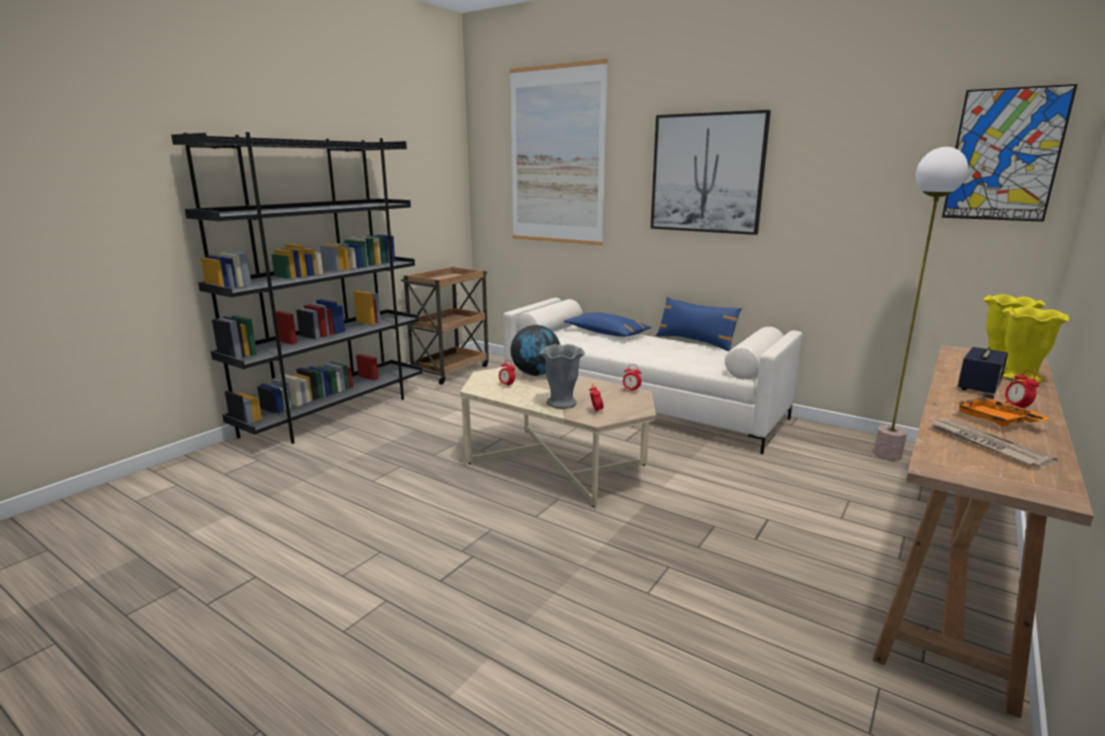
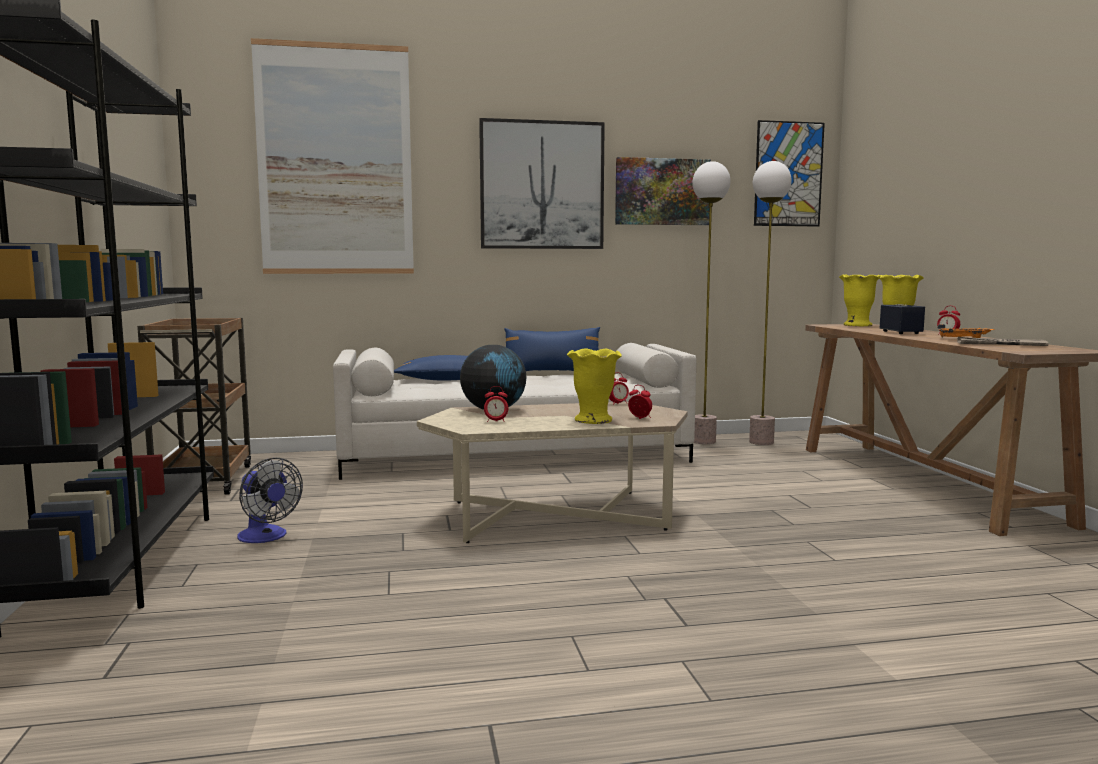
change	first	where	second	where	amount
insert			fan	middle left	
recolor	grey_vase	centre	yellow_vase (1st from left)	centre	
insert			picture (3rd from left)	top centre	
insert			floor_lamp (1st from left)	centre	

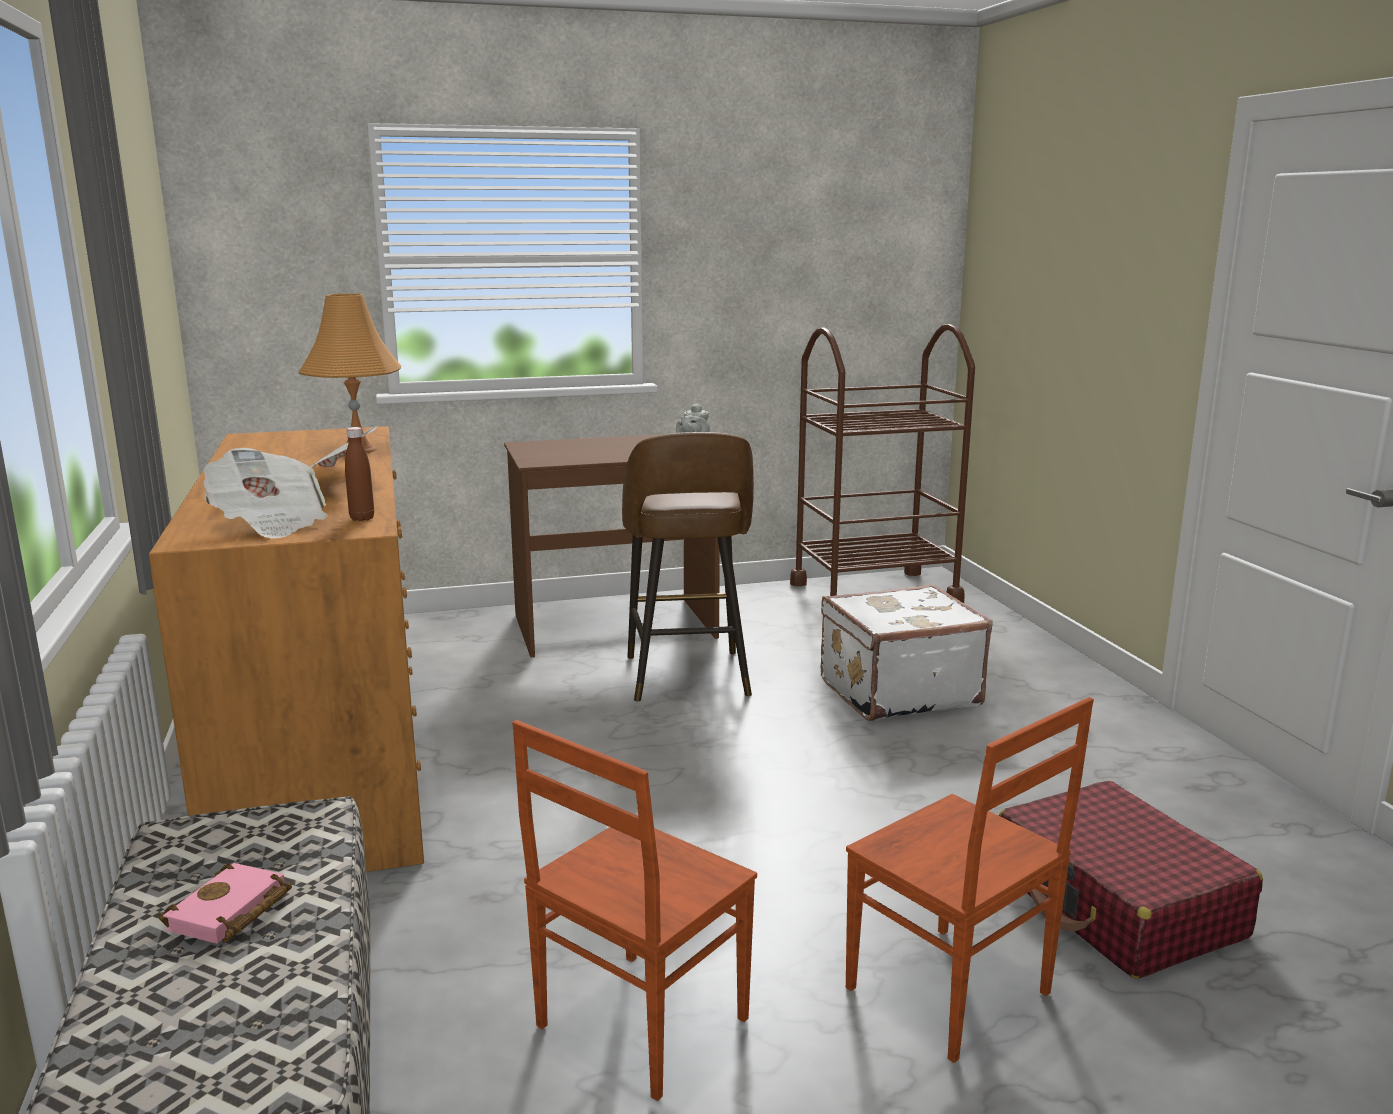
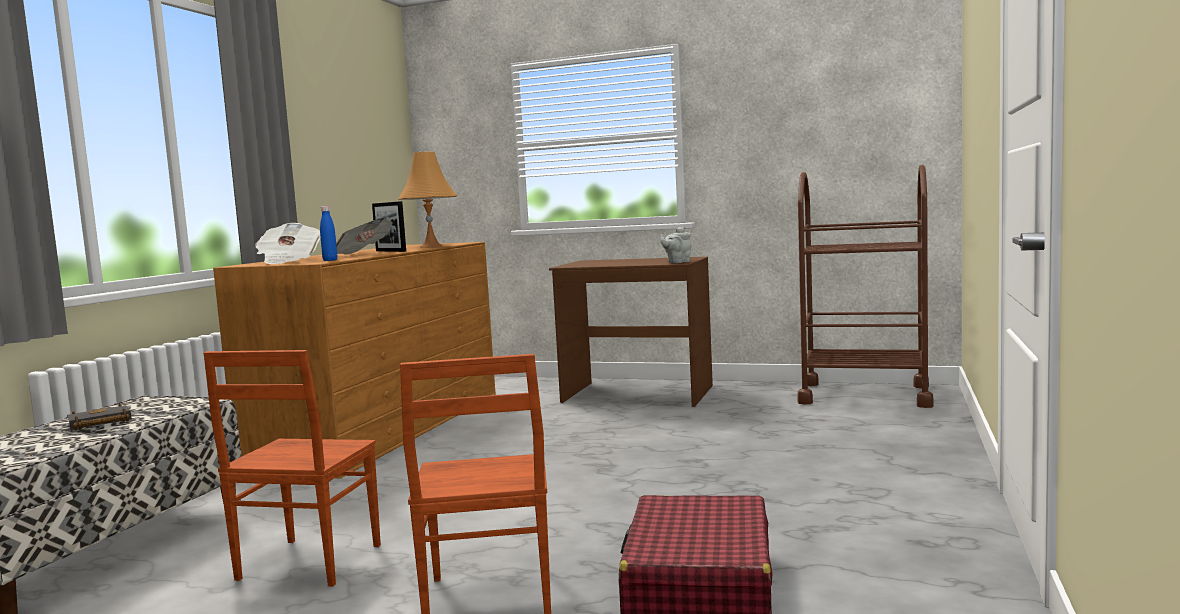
change	first	where	second	where	amount
recolor	pink_book	bottom left	black_book	bottom left	
rotate	brown_chair (1st from left)	bottom centre		bottom left	60 degrees counterclockwise
recolor	brown_bottle	middle left	blue_bottle	middle left	
insert			picture_frame	middle left	
delete	brown_stool	centre			
delete	white_suitcase	centre			

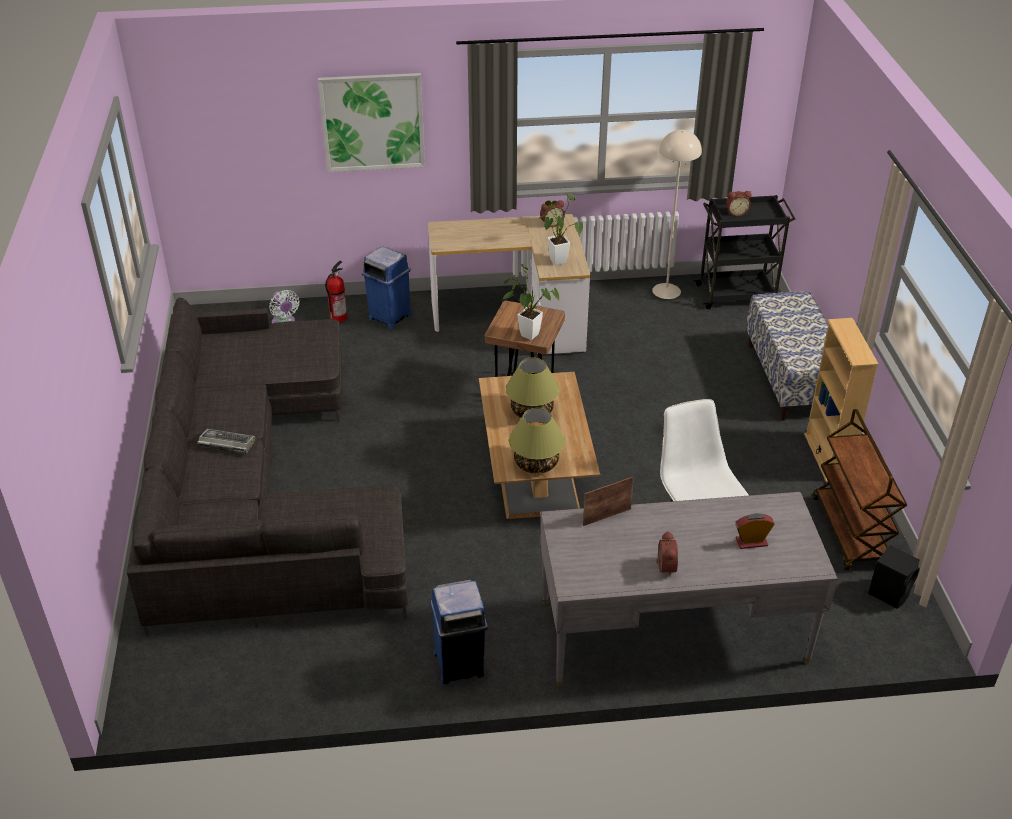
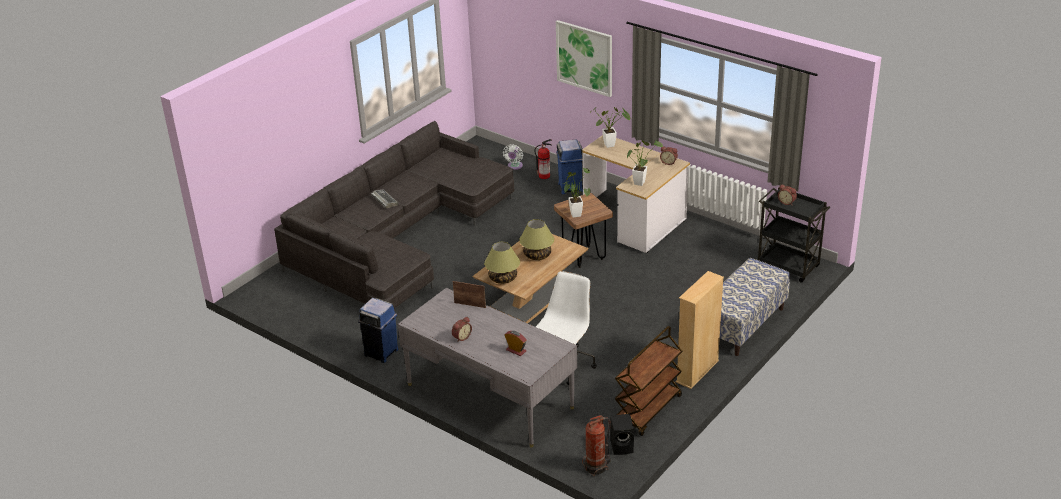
change	first	where	second	where	amount
insert			fire_extinguisher (2nd from left)	bottom centre	
insert			potted_plant (2nd from left)	top centre	
delete	beige_floor_lamp	top right			

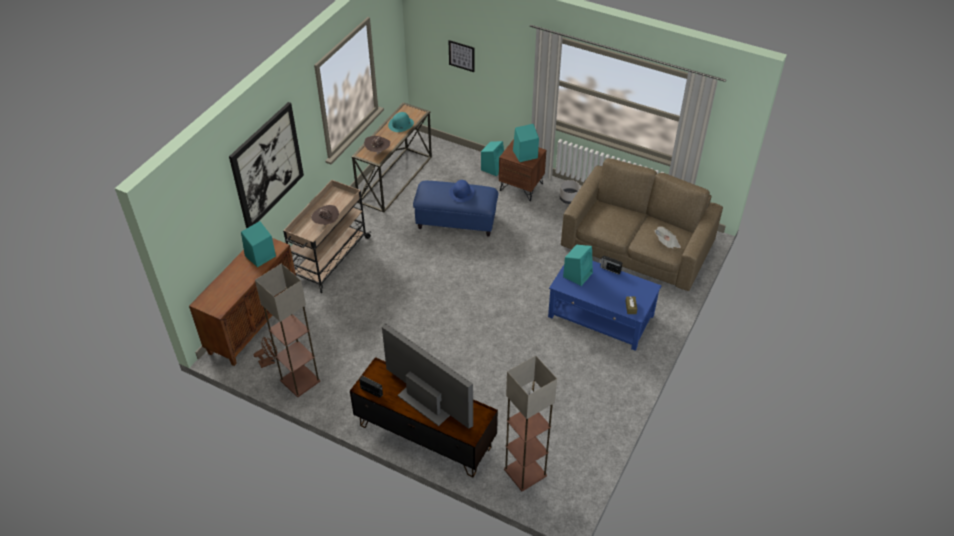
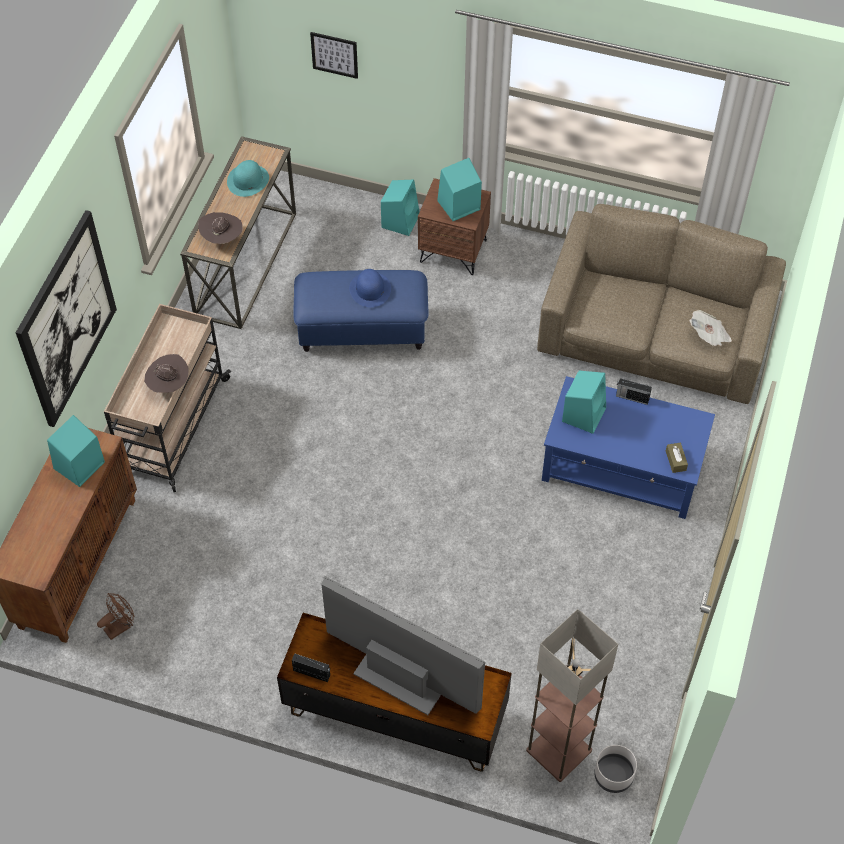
change	first	where	second	where	amount
move	grey_planter	centre		bottom right	
delete	floor_lamp (1st from left)	middle left			

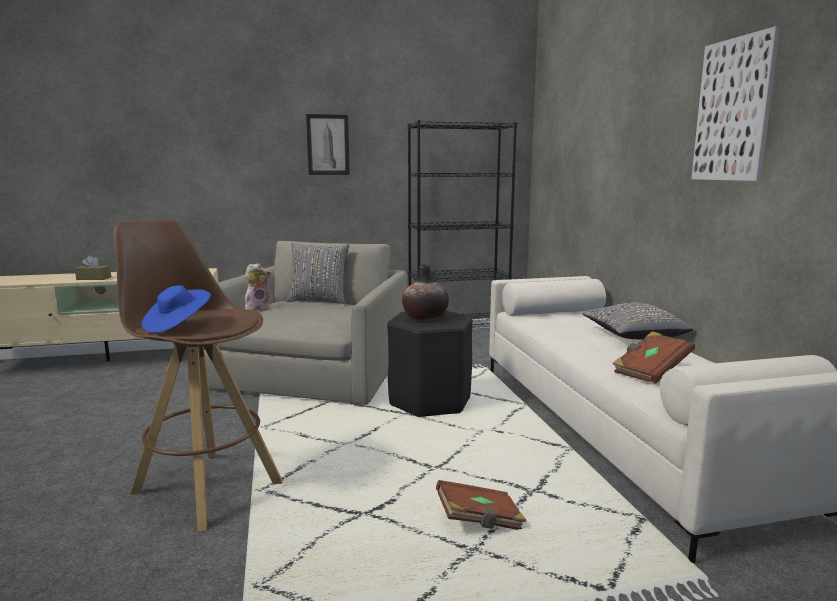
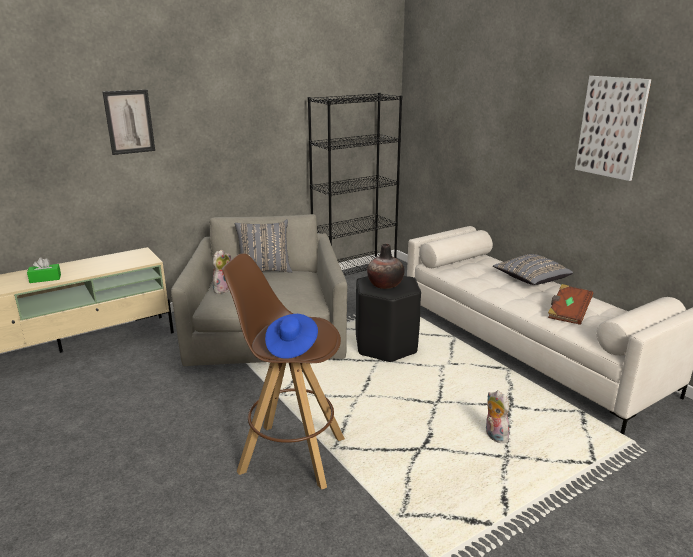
change	first	where	second	where	amount
recolor	brown_tissue_box	middle left	green_tissue_box	middle left	
move	picture (1st from left)	top centre		top left	
replace	brown_book (1st from left)	bottom centre	plush_toy (2nd from left)	bottom right	

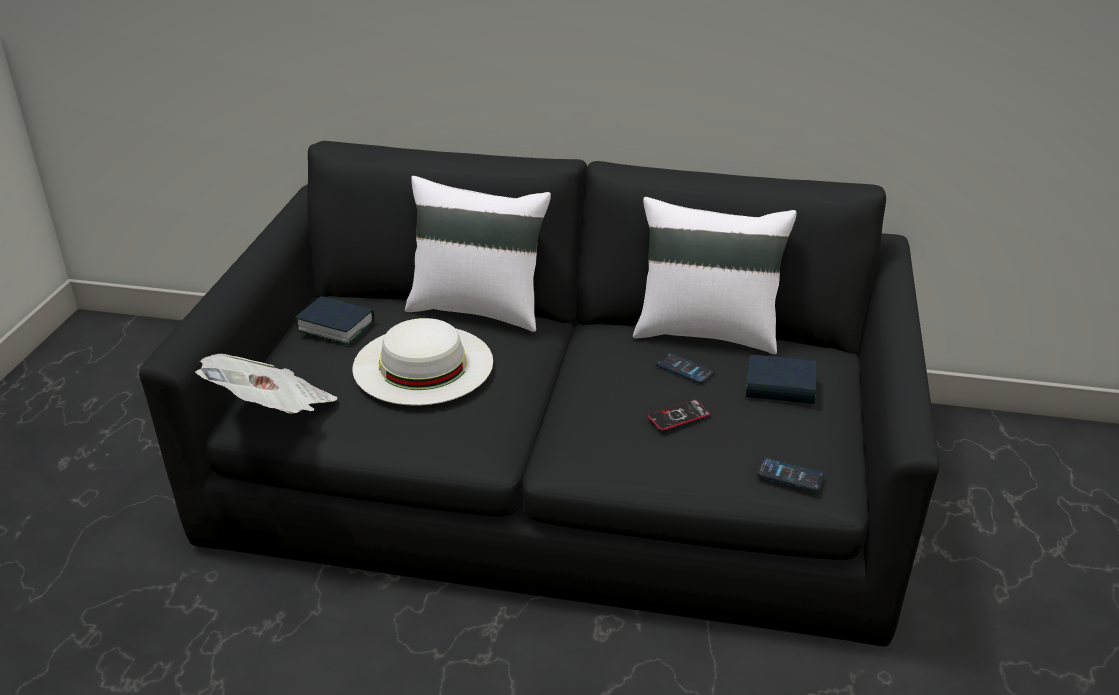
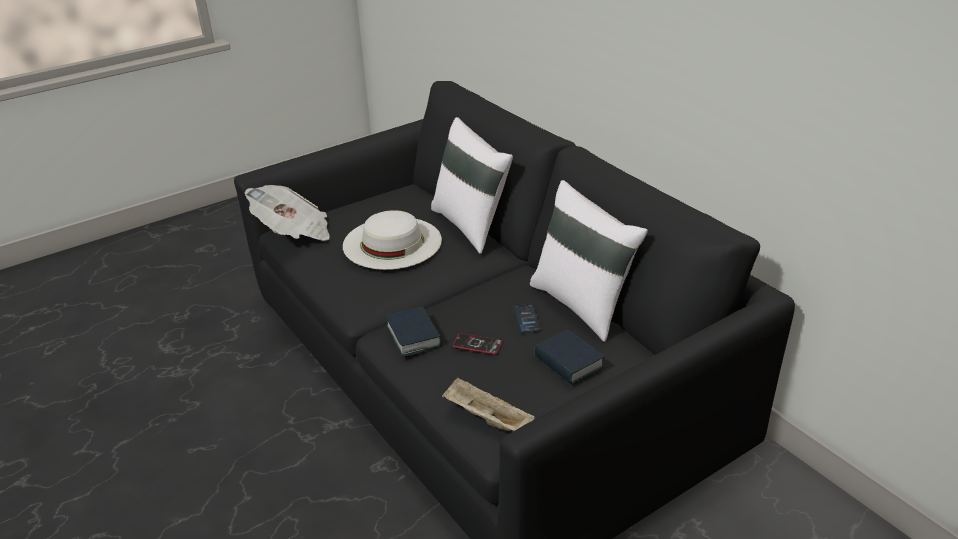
change	first	where	second	where	amount
move	book (1st from left)	middle left		centre	
replace	phone (3rd from left)	bottom right	beige_tray	bottom centre	

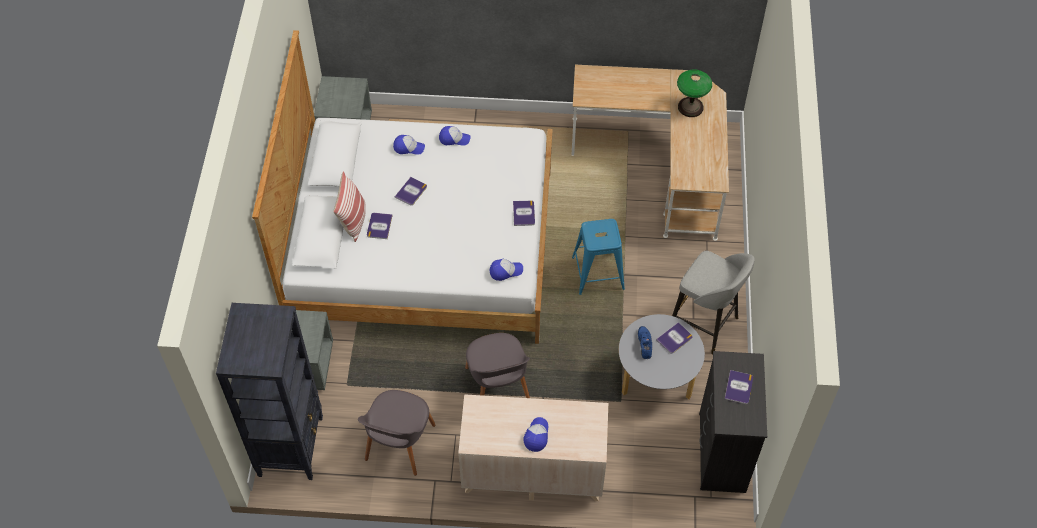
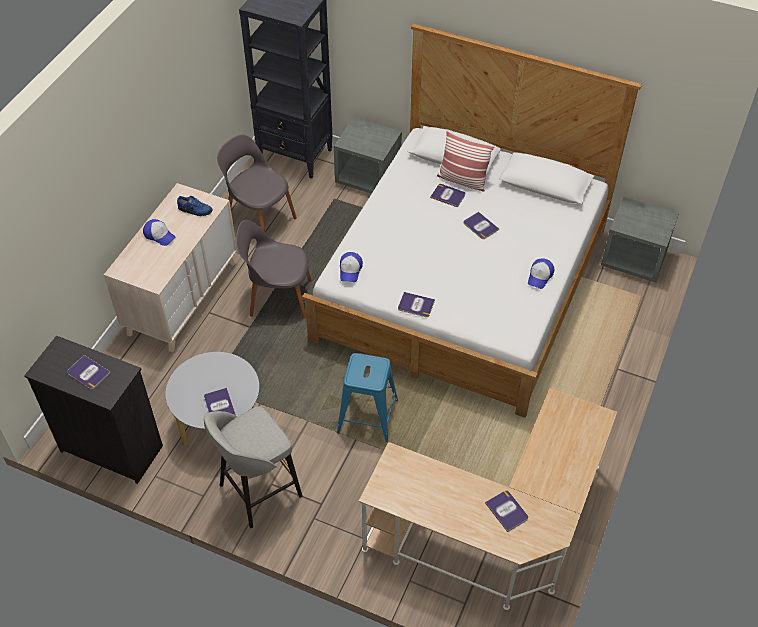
change	first	where	second	where	amount
move	blue_shoe	centre		top left	
replace	table_lamp	top right	book (6th from left)	bottom right	
delete	cap (1st from left)	top centre			

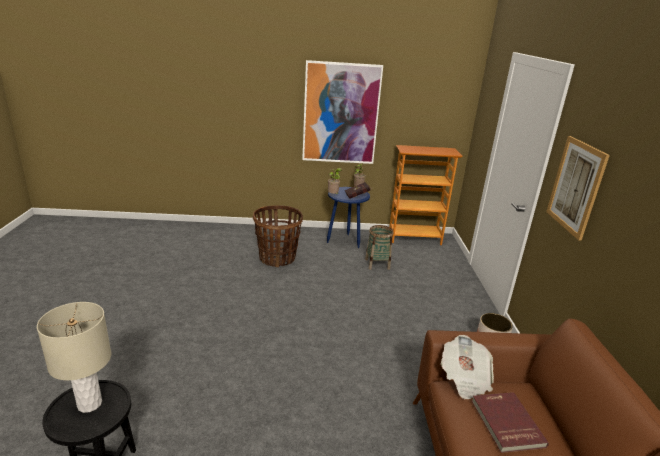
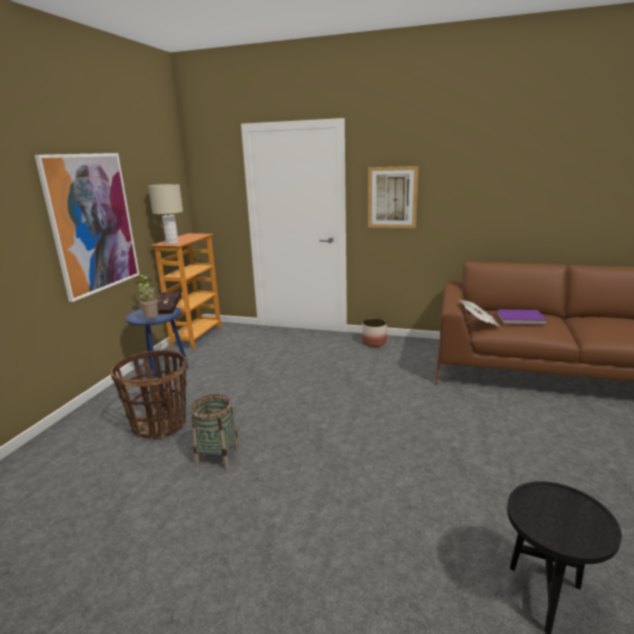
change	first	where	second	where	amount
move	beige_table_lamp	bottom left		middle left	
move	basket (2nd from left)	centre		bottom centre	
recolor	red_book (2nd from left)	bottom right	purple_book	middle right	

